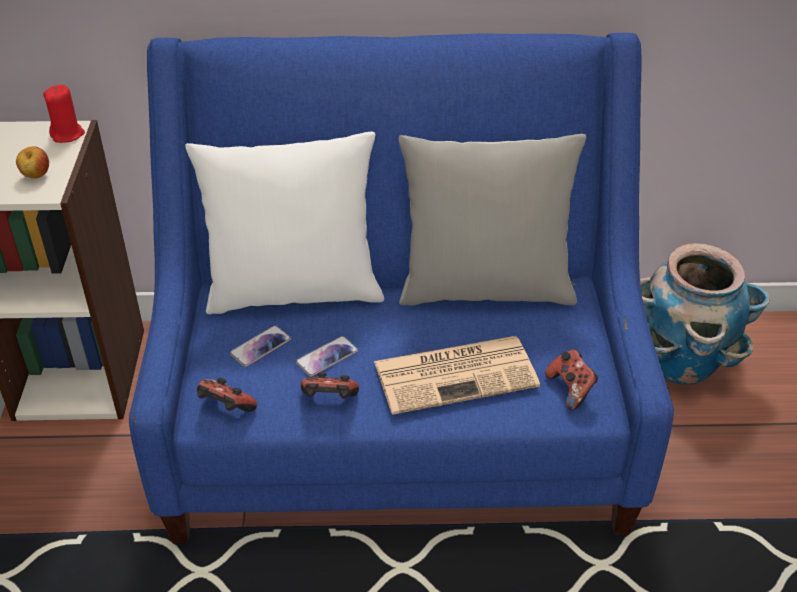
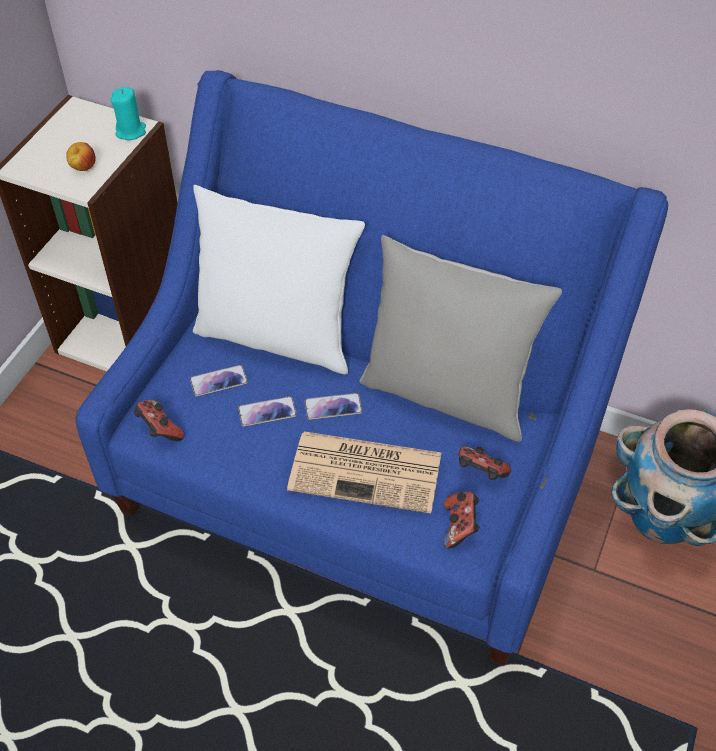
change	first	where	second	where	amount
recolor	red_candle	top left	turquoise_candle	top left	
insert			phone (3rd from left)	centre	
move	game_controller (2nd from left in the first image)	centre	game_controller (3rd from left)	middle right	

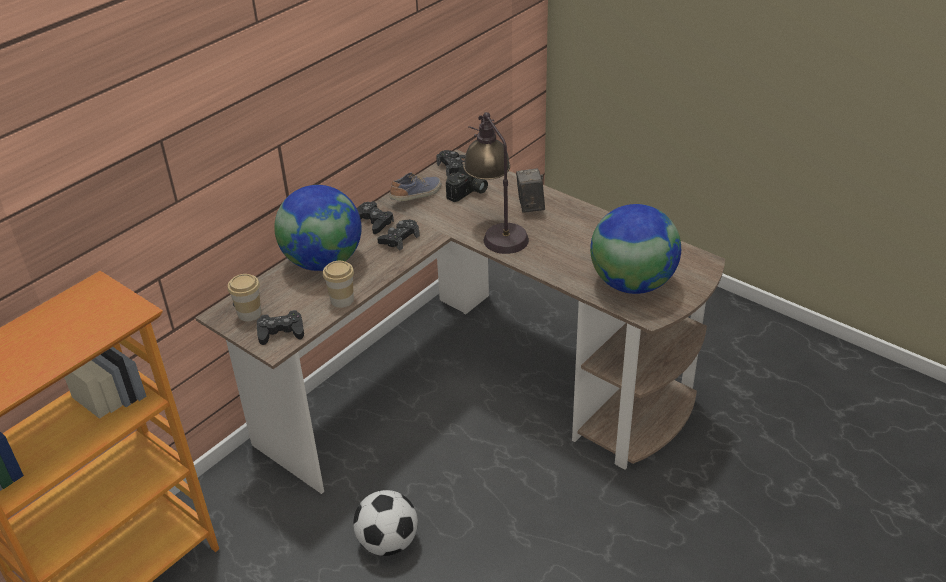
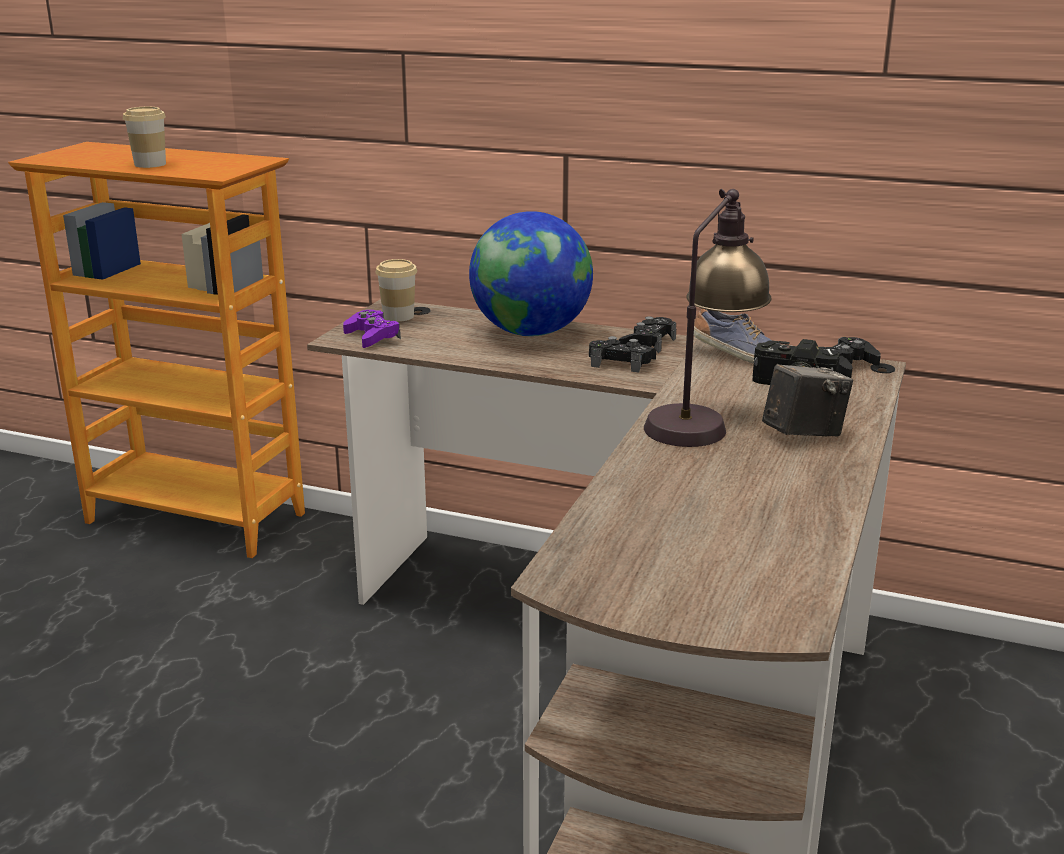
change	first	where	second	where	amount
move	cup (2nd from left in the first image)	centre	cup (1st from left)	top left	
recolor	black_game_controller (1st from left)	middle left	purple_game_controller	centre	
delete	football	bottom centre			
delete	globe (2nd from left)	middle right			

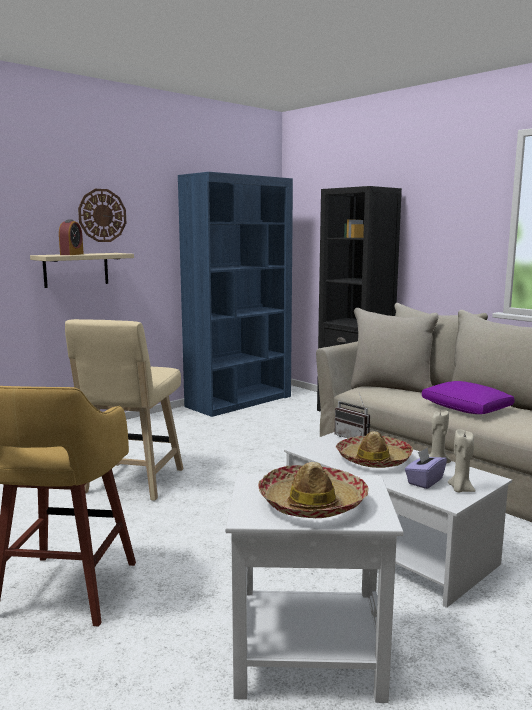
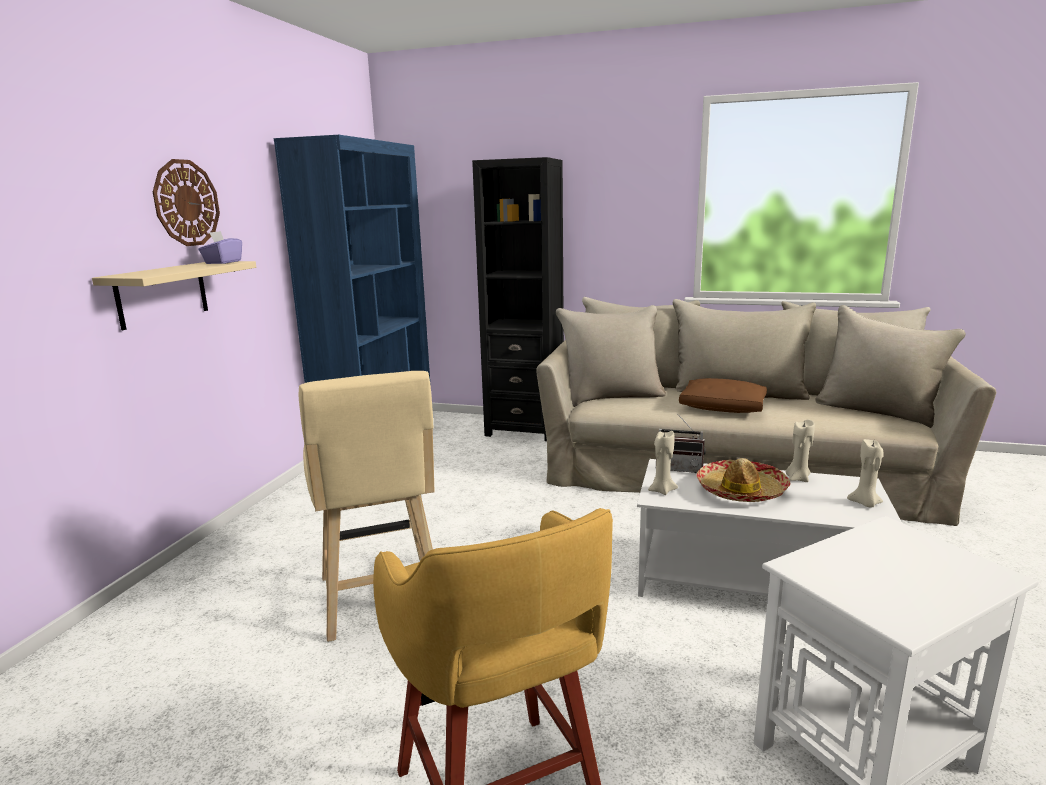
change	first	where	second	where	amount
move	purple_tissue_box	middle right		top left	
insert			beige_candle (1st from left)	centre	
recolor	purple_pillow	middle right	brown_pillow	middle right	
delete	alarm_clock	middle left			
delete	hat (1st from left)	bottom centre			

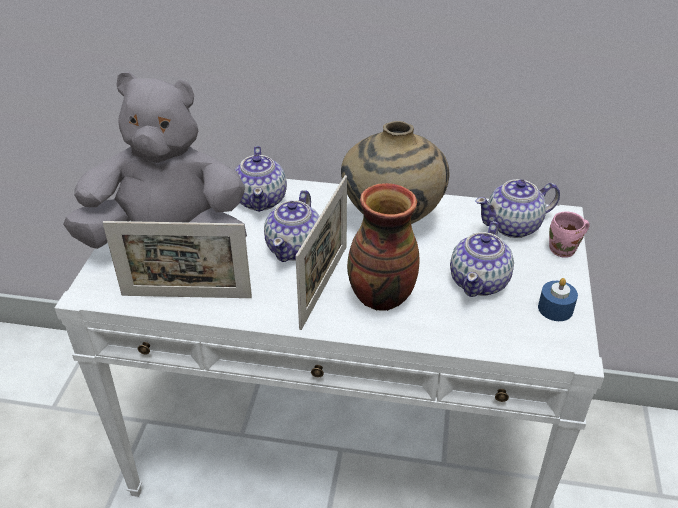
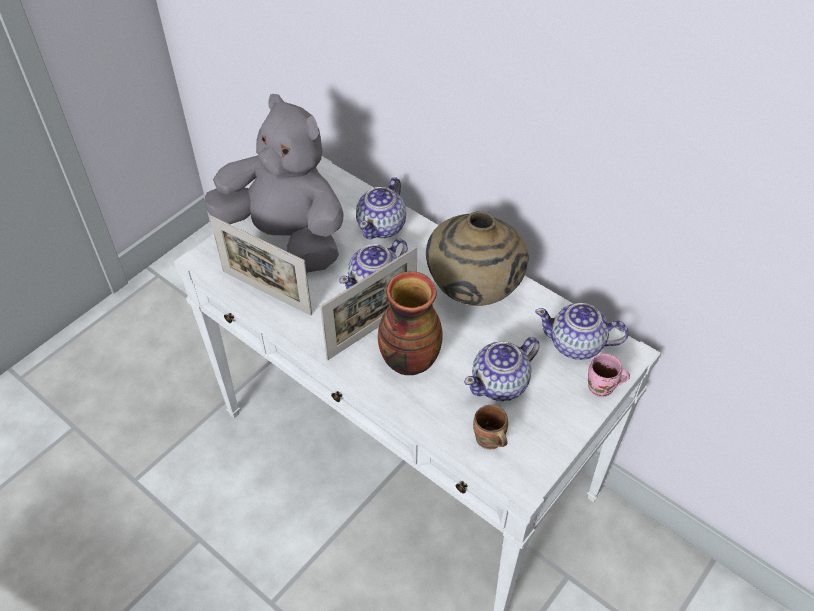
change	first	where	second	where	amount
insert			brown_mug	bottom centre	
delete	blue_candle	middle right			

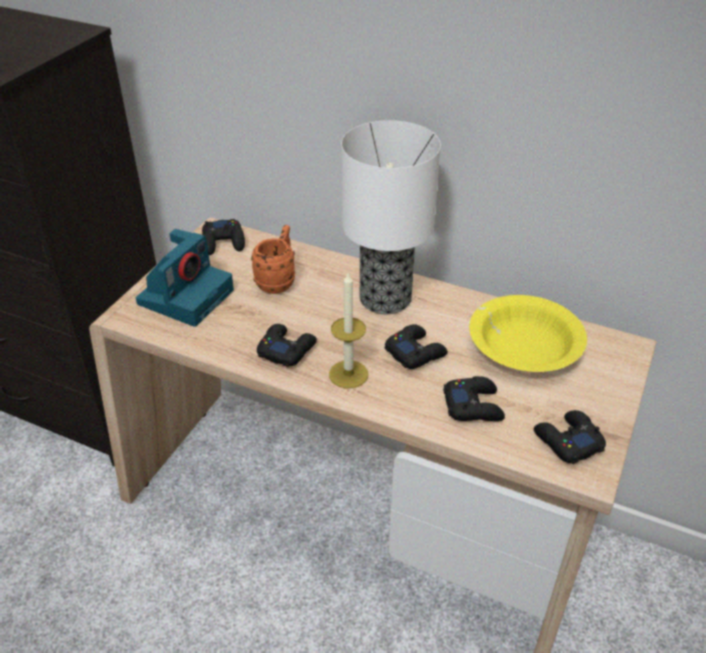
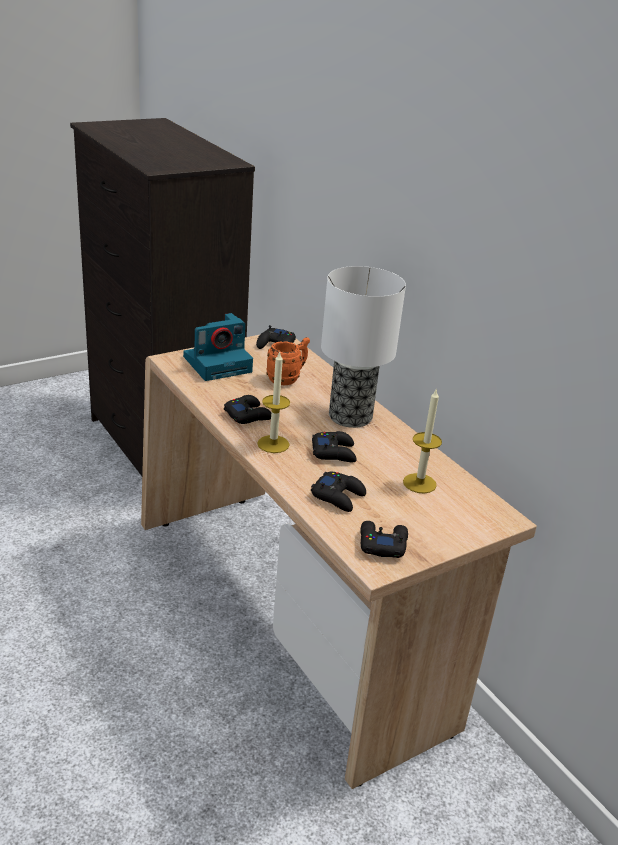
change	first	where	second	where	amount
replace	yellow_bowl	middle right	candle (2nd from left)	middle right	

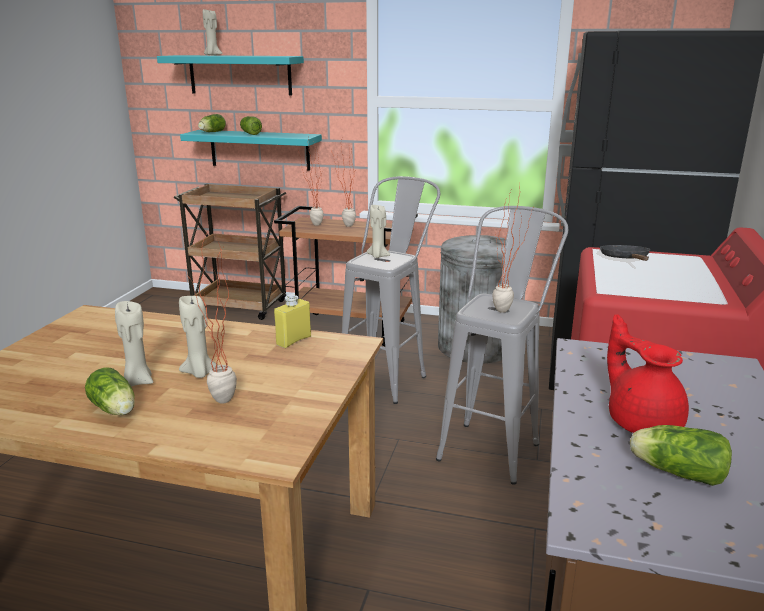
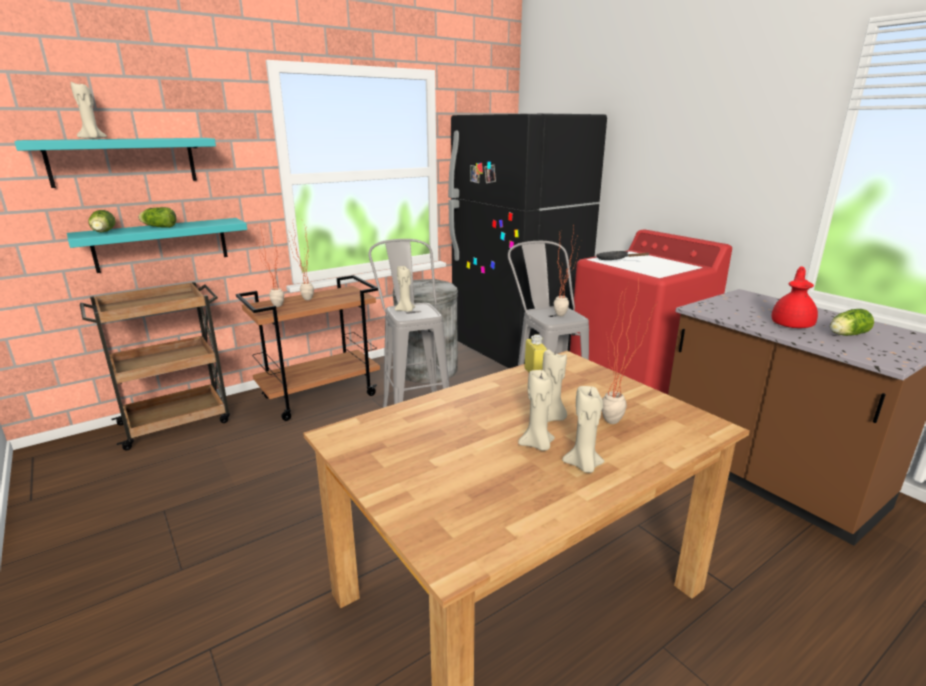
change	first	where	second	where	amount
replace	lettuce (1st from left)	middle left	beige_candle (5th from left)	centre	
rotate	red_teapot	middle right		middle right	105 degrees clockwise

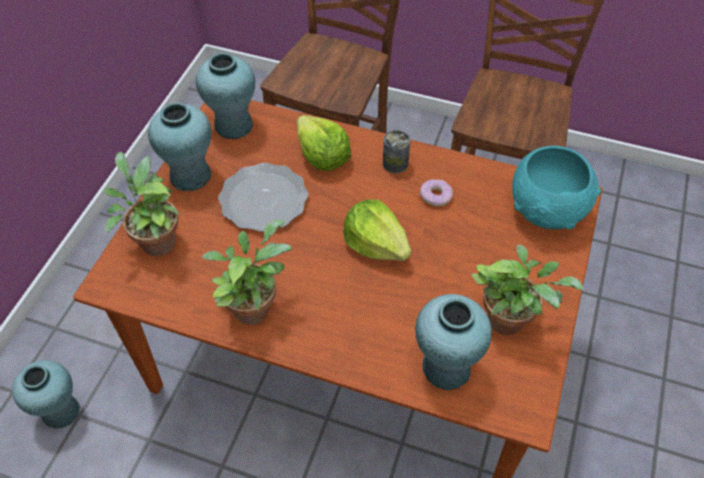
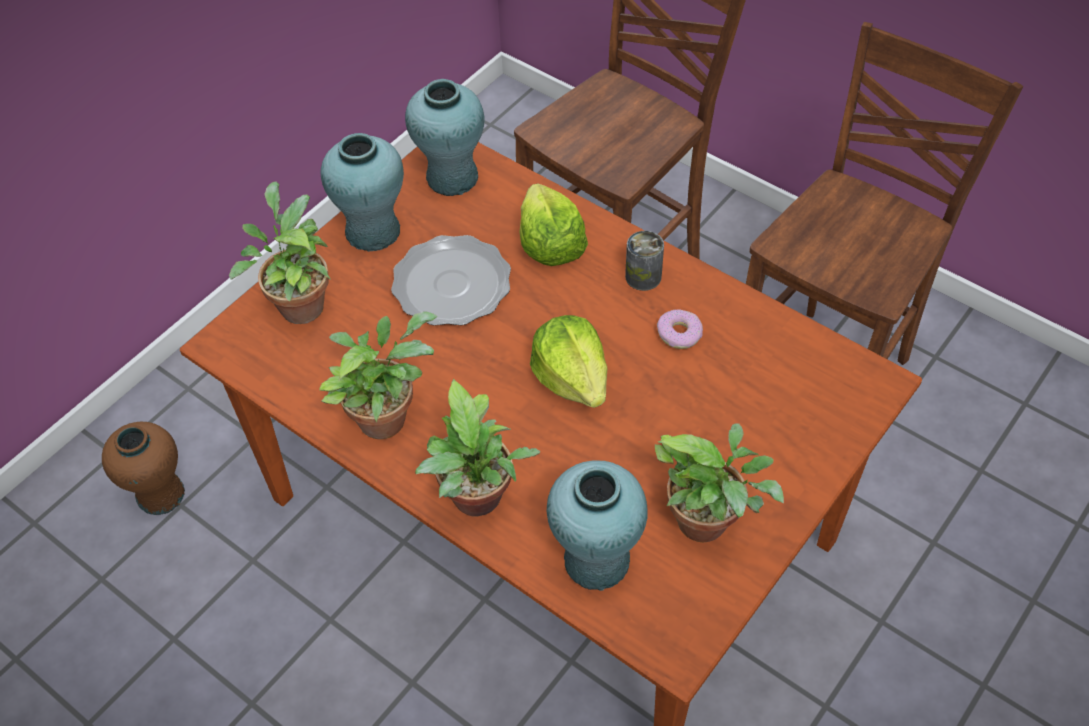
change	first	where	second	where	amount
recolor	turquoise_vase (1st from left)	bottom left	brown_vase	middle left	
insert			potted_plant (3rd from left)	centre	
delete	turquoise_bowl	middle right			

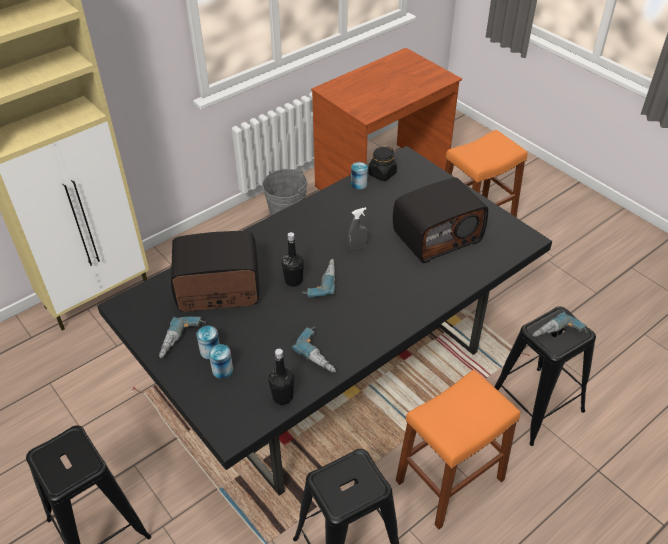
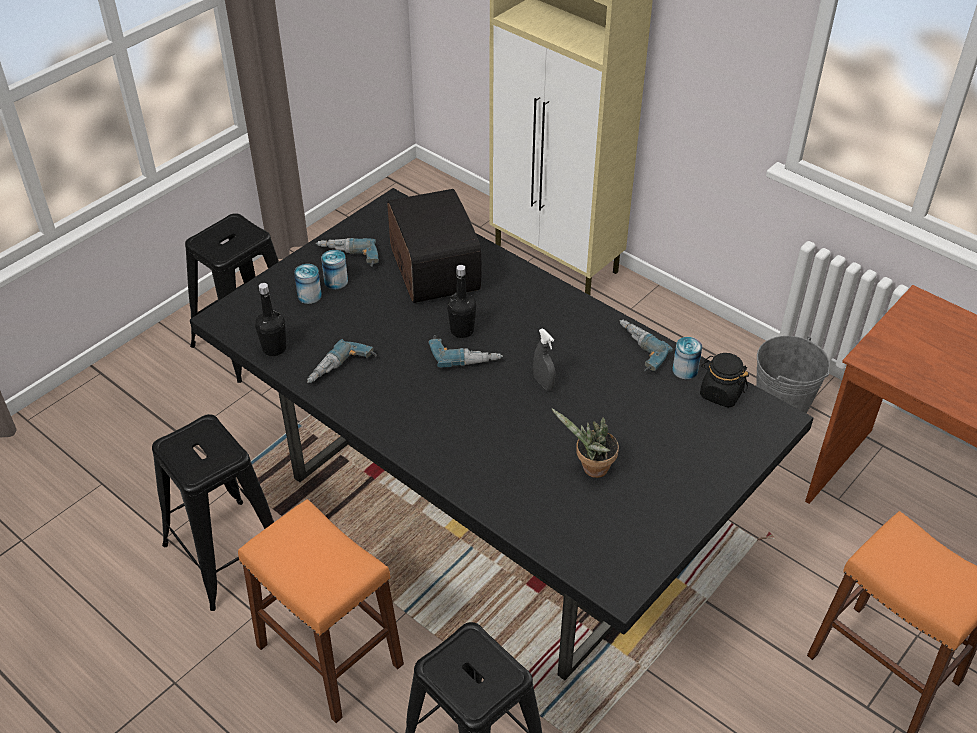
change	first	where	second	where	amount
replace	radio (2nd from left)	centre	potted_plant	centre	
move	power_drill (4th from left)	middle right		centre	

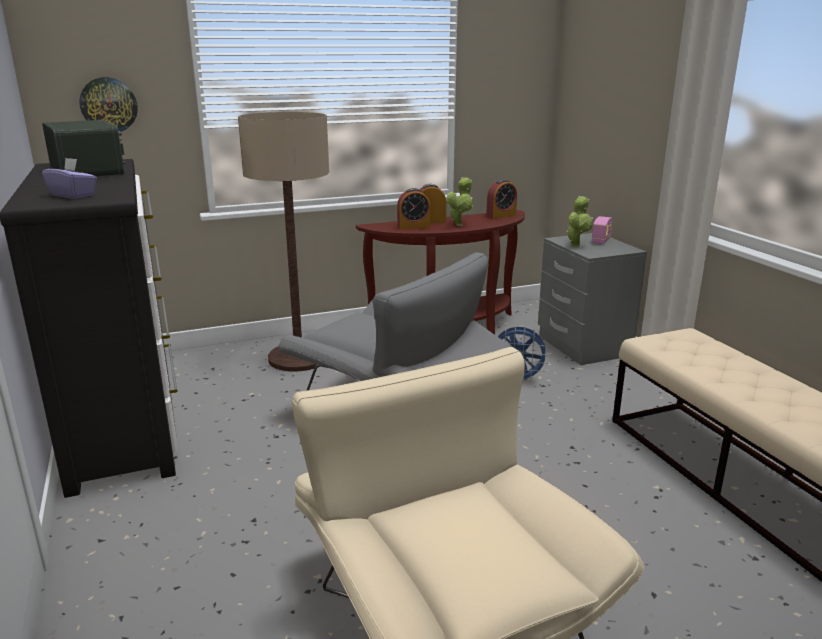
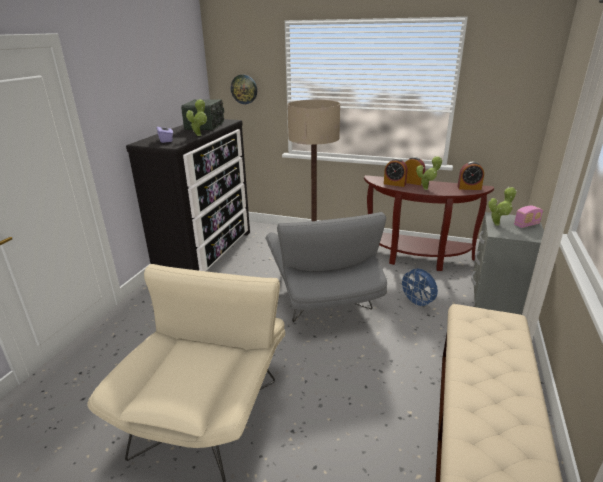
change	first	where	second	where	amount
insert			potted_plant (1st from left)	top left	

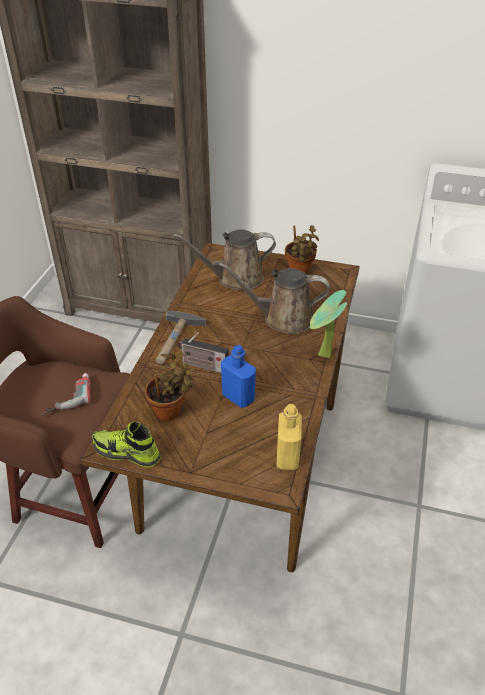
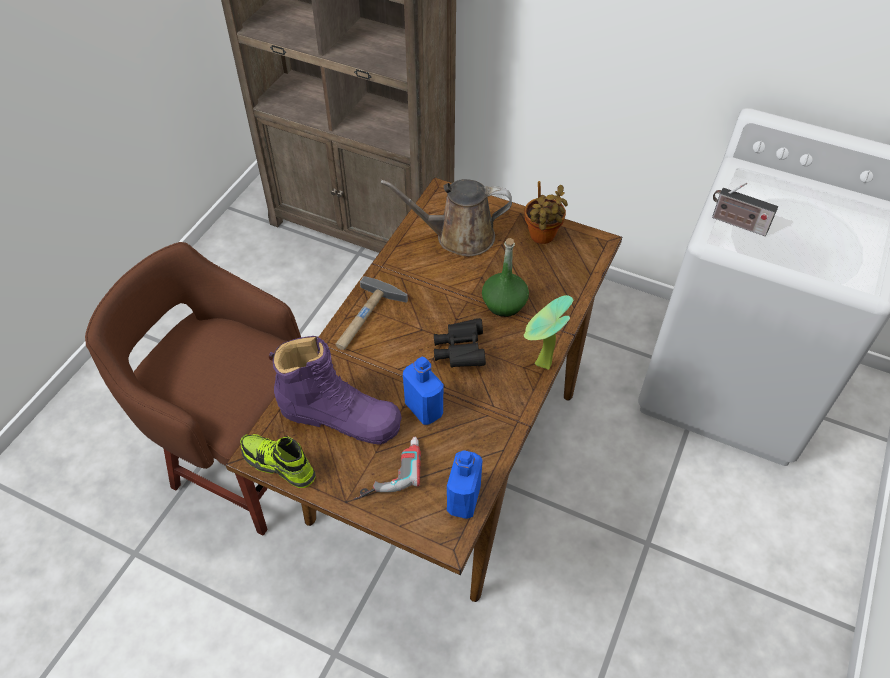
change	first	where	second	where	amount
replace	potted_plant (1st from left)	centre	purple_boot	centre	
move	power_drill	middle left		bottom centre	
insert			black_binoculars	centre	
recolor	yellow_bottle	centre	blue_bottle (2nd from left)	bottom centre	
replace	brown_watering_can (2nd from left)	centre	green_bottle	centre	
move	radio	centre		top right	

